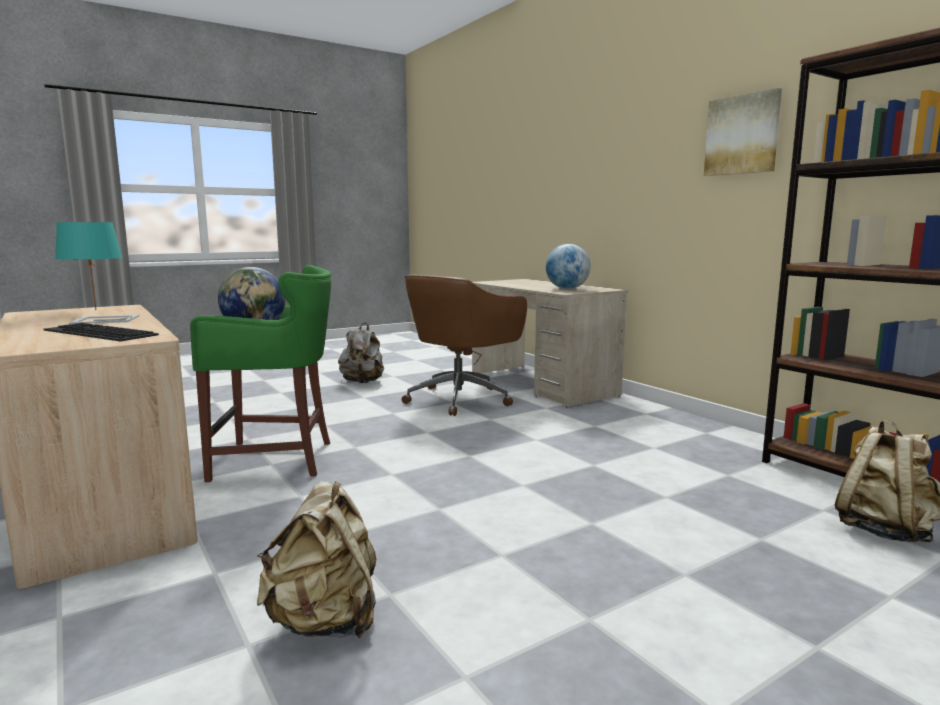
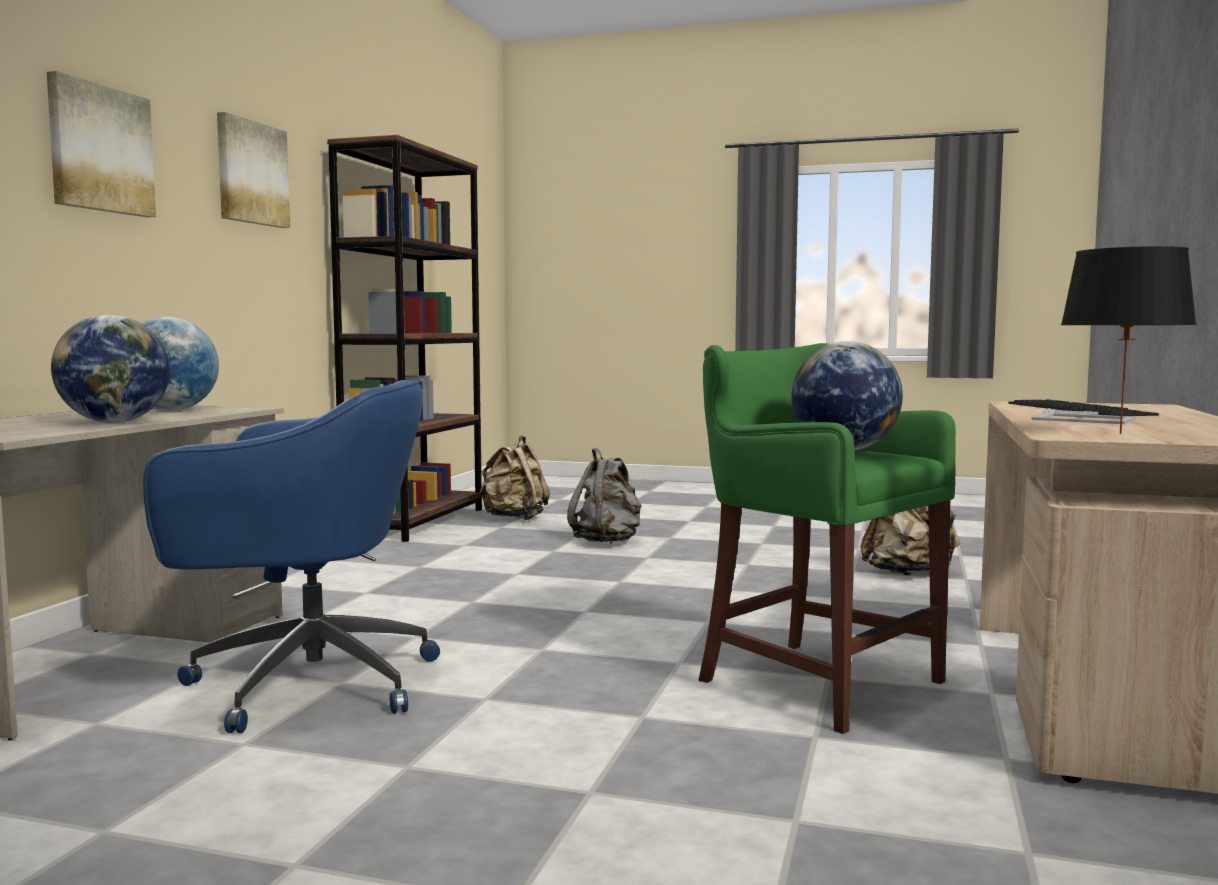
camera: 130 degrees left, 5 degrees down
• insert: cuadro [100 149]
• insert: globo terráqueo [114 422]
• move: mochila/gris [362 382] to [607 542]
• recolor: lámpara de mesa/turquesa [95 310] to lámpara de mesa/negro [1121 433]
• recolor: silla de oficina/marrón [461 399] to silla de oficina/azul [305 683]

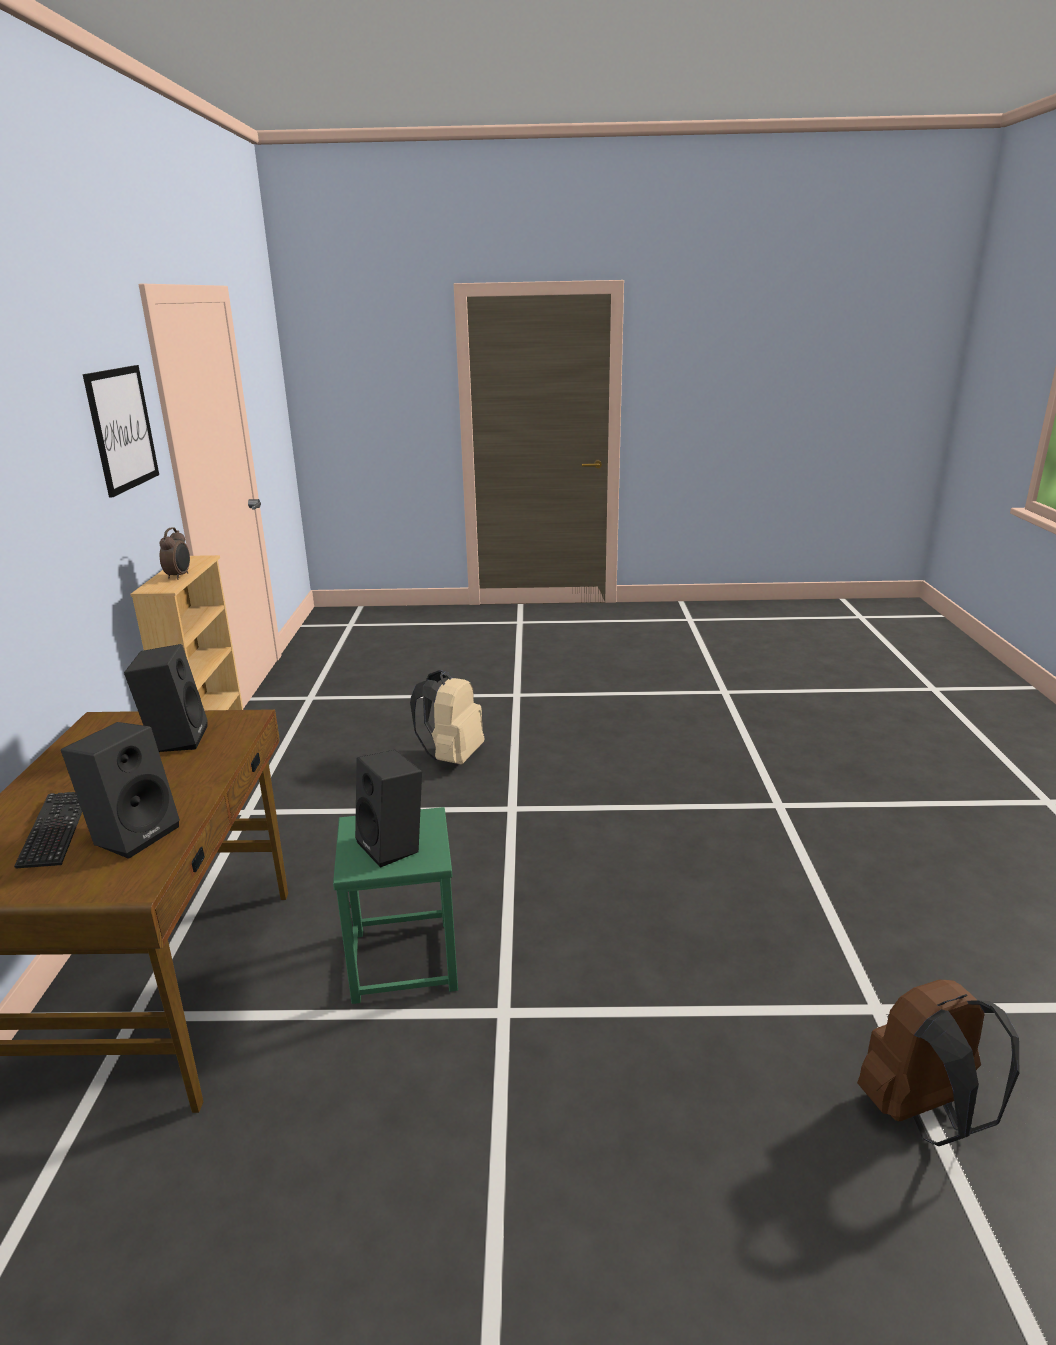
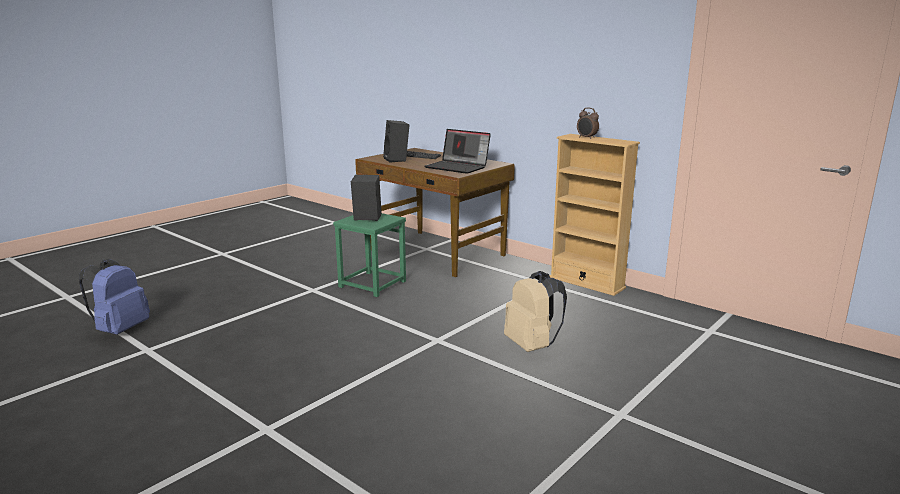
camera: 130 degrees right, 5 degrees down
• delete: cuadro [122 429]
• replace: altavoz/negro [175 739] to portátil [458 167]
• recolor: mochila/marrón [923 1114] to mochila/azul [120 330]

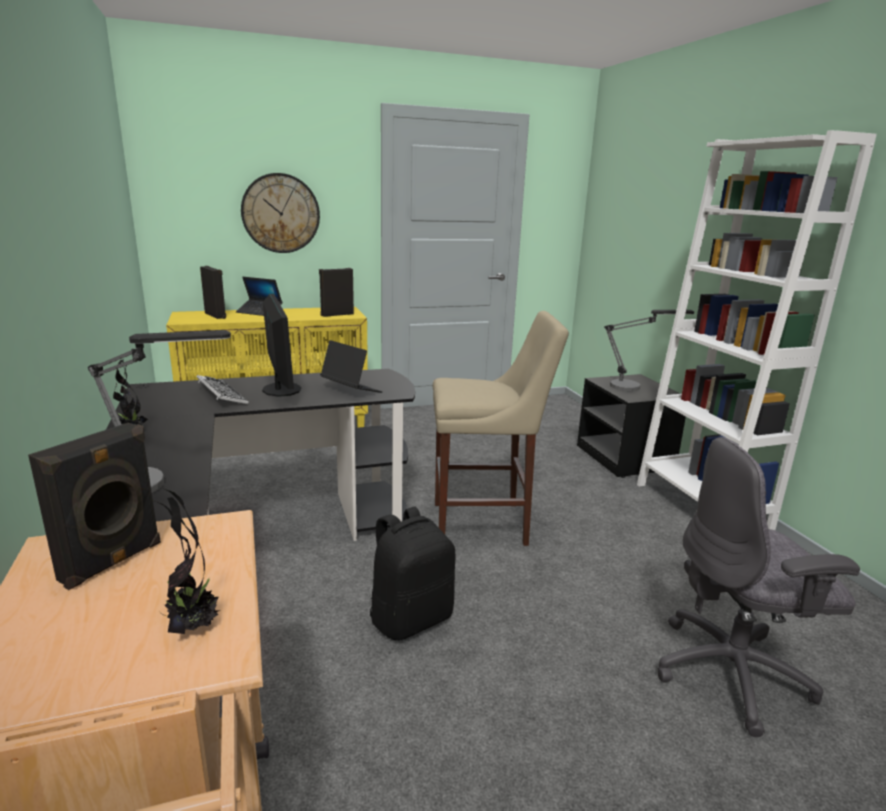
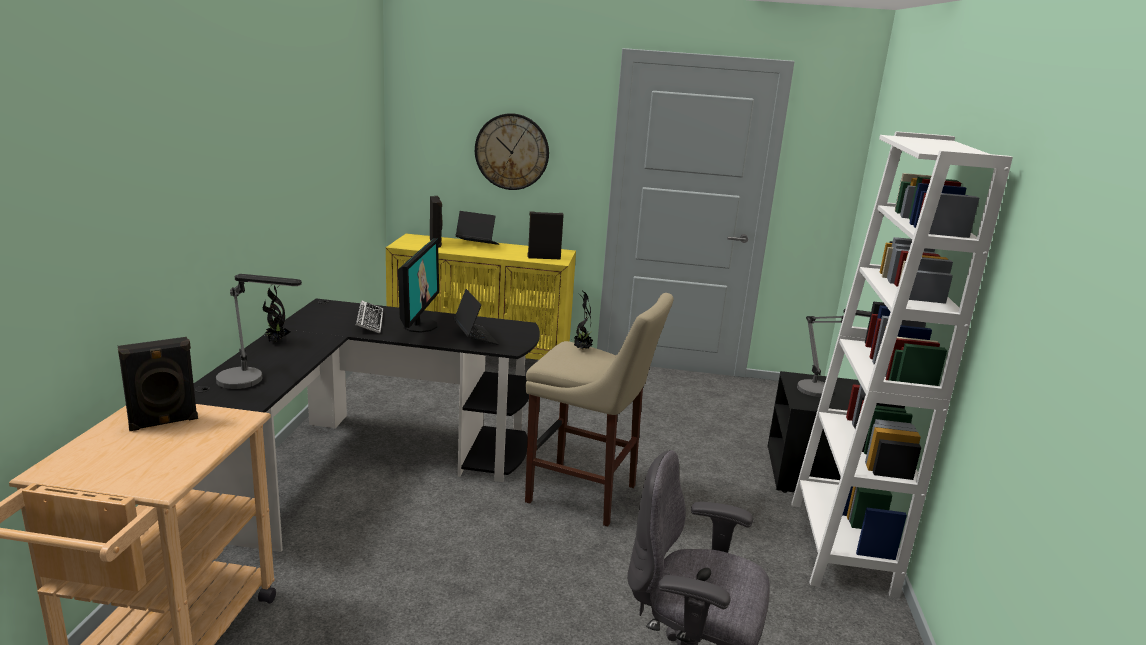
camera: 25 degrees right, 0 degrees up
• delete: mochila/negro [411 618]
• move: planta en maceta [192 626] to [581 349]
• rotate: portátil [259 312] = [477 244] 150 degrees clockwise

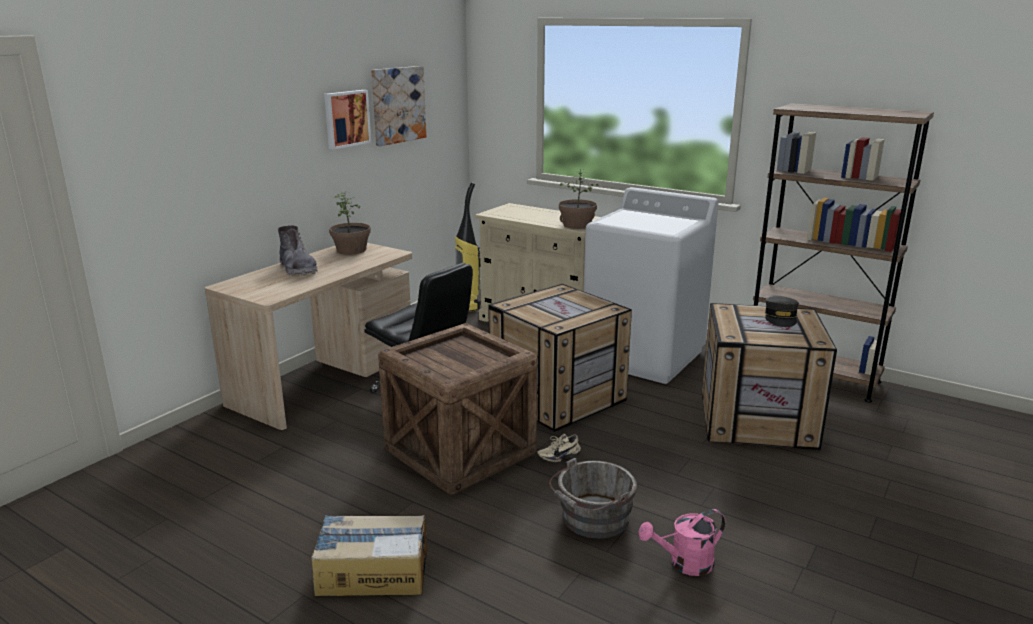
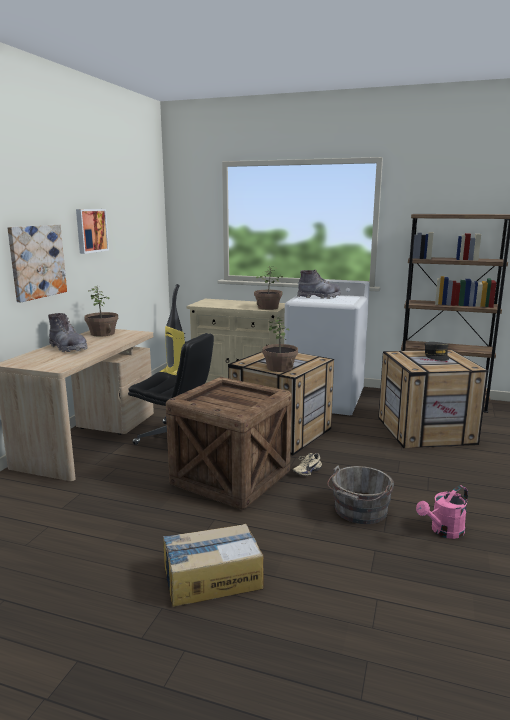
camera: 15 degrees left, 5 degrees down
• insert: planta en maceta [280 368]
• insert: bota/gris [319 297]
• move: cuadro [398 105] to [37 261]

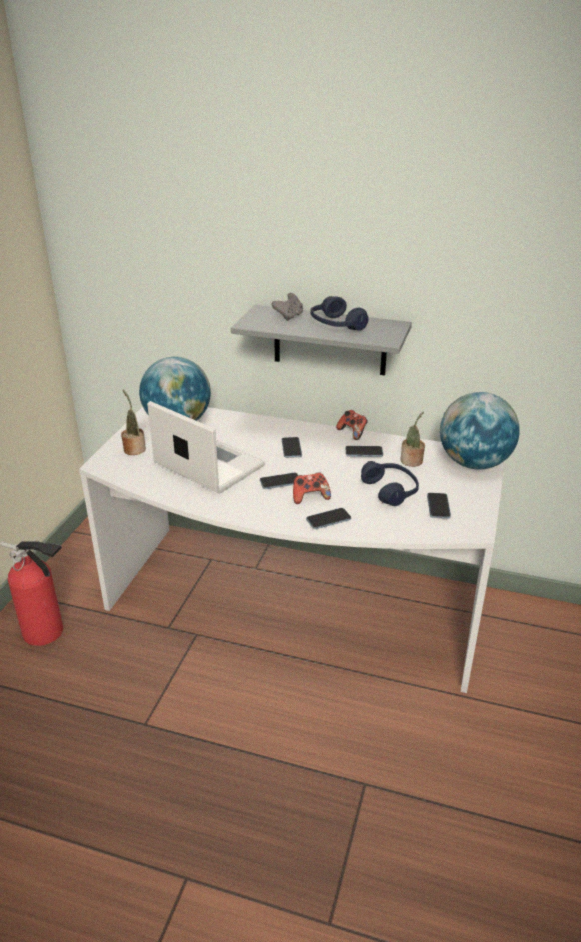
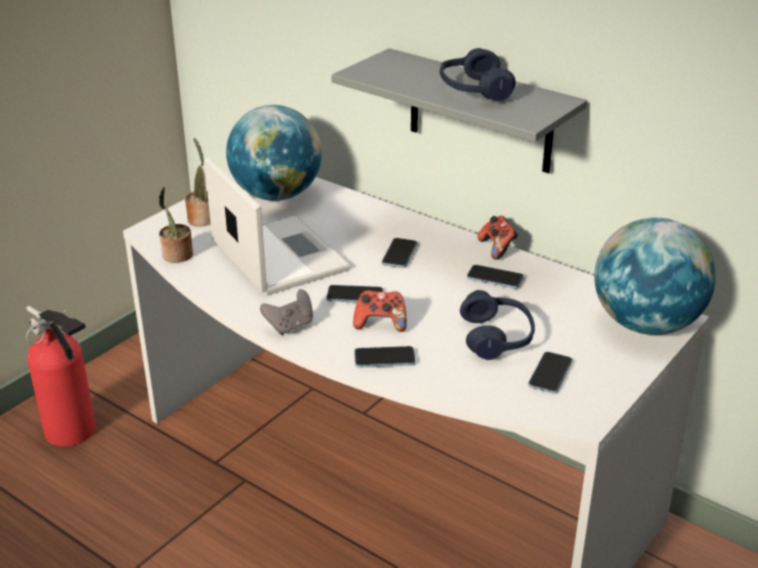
camera: 20 degrees right, 0 degrees up
• move: mando de consola/gris [289 317] to [290 326]
• move: planta en maceta [412 461] to [176 256]

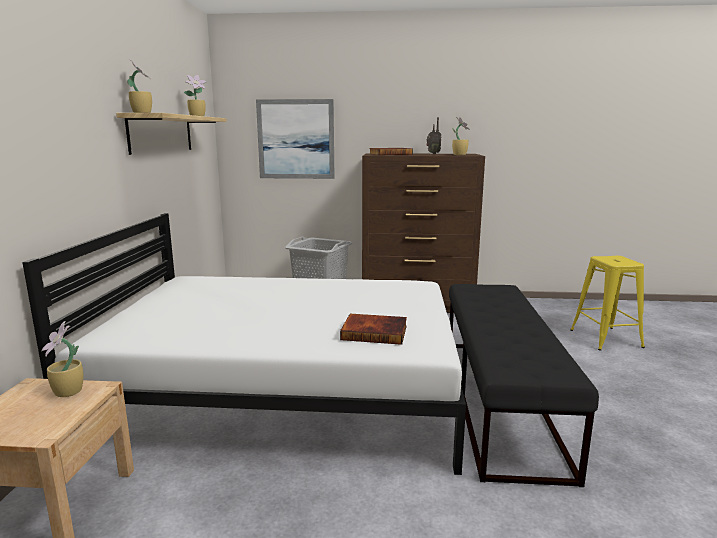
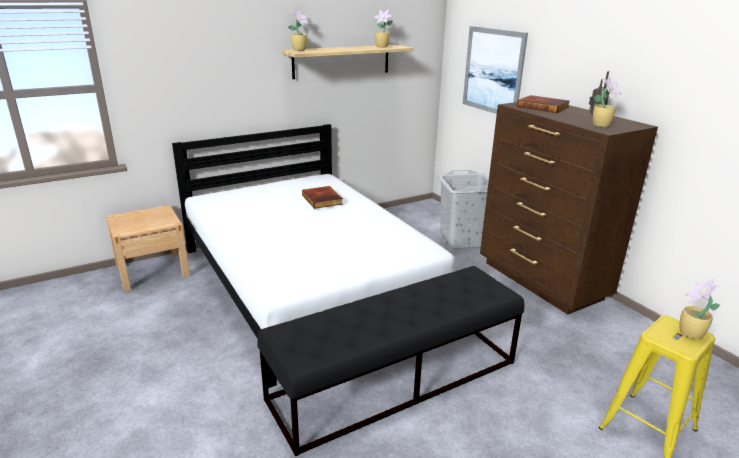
camera: 55 degrees right, 10 degrees up
• move: planta en maceta [68 392] to [690 334]
• move: libro [375 332] to [323 199]

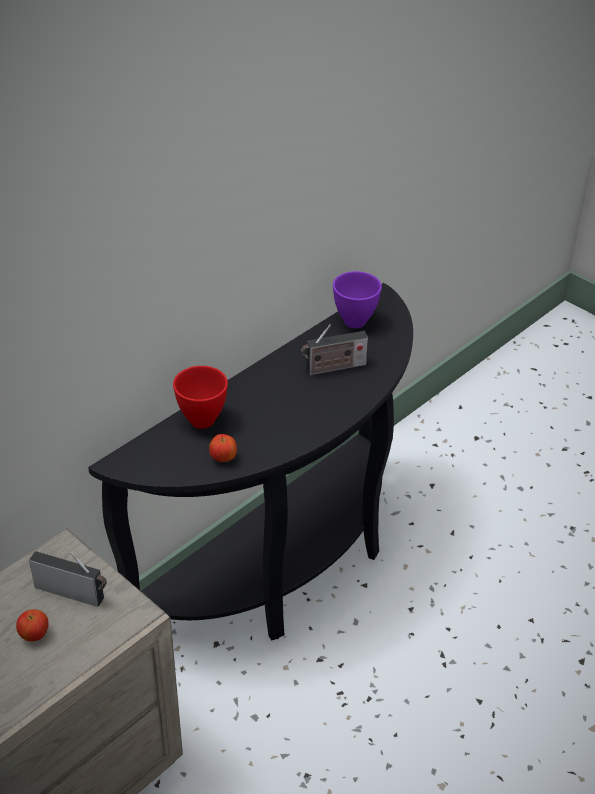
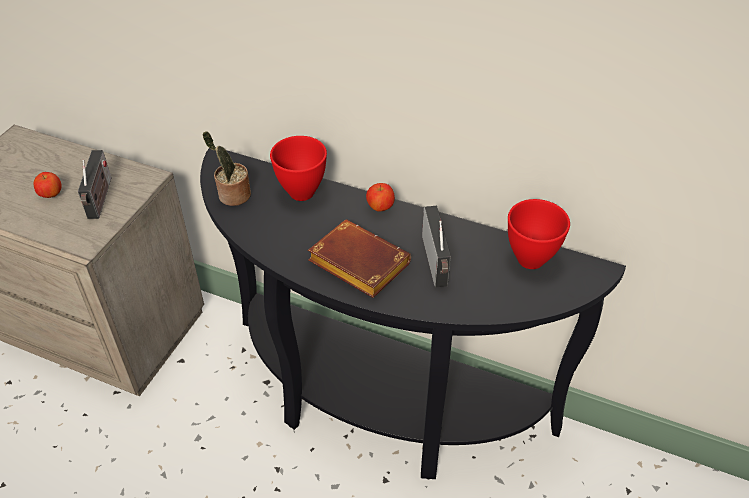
camera: 70 degrees right, 5 degrees up
• insert: planta en maceta [232 196]
• insert: libro/marrón [355 264]
• move: manzana [223 458] to [380 208]
• recolor: cuenco/morado [355 321] to cuenco/rojo [532 260]
• rotate: radio [333 368] = [436 263] 150 degrees counterclockwise

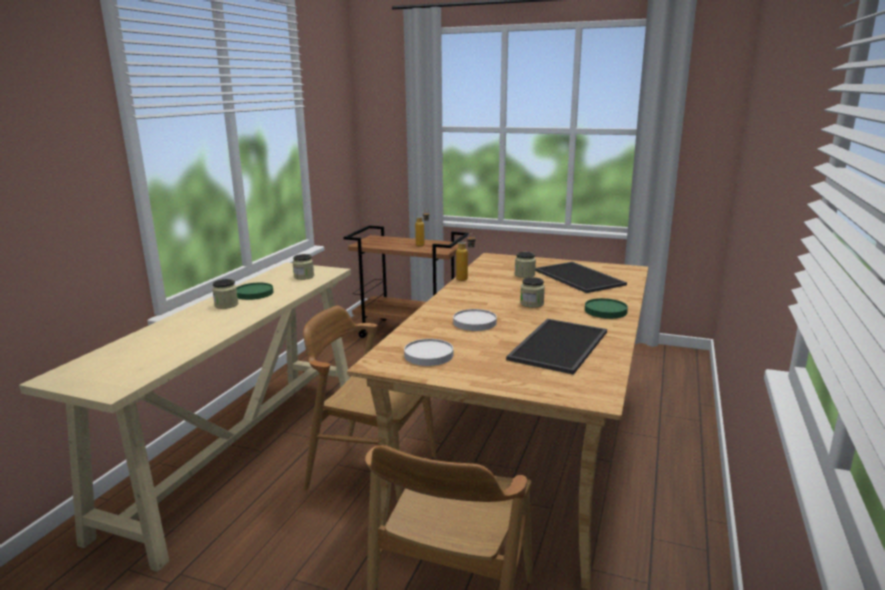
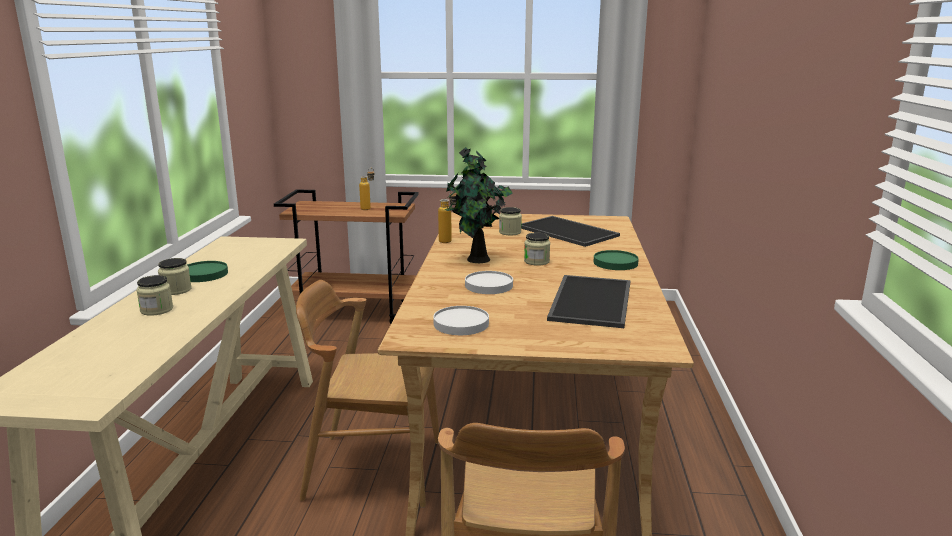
camera: 15 degrees left, 0 degrees up
• insert: planta en maceta [477 260]
• move: tarro [304 277] to [156 310]

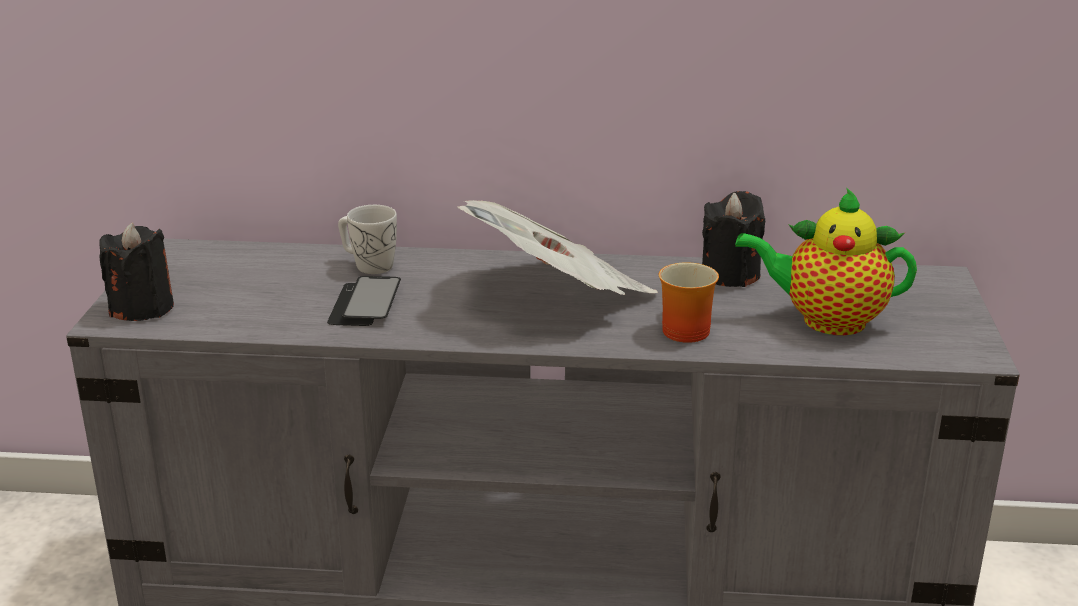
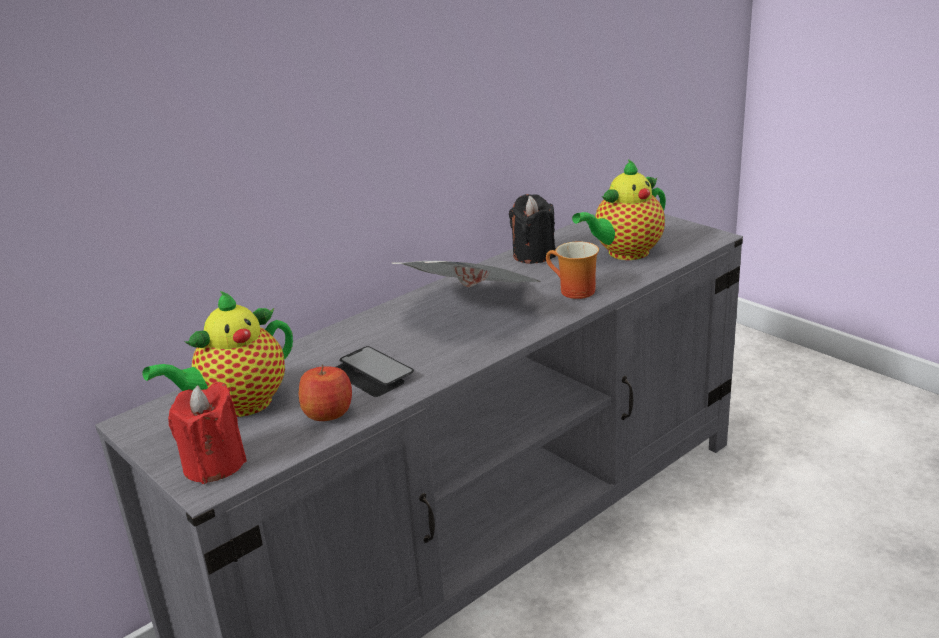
camera: 45 degrees left, 0 degrees up
• delete: taza grande/blanco [368 265]
• insert: tetera [239 405]
• insert: manzana [328 413]
• recolor: vela/negro [142 308] to vela/rojo [214 465]

